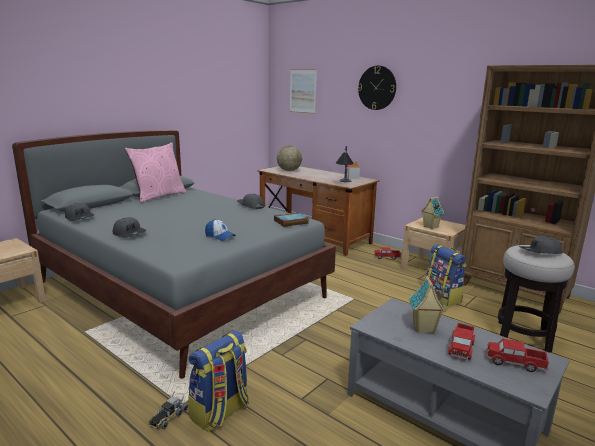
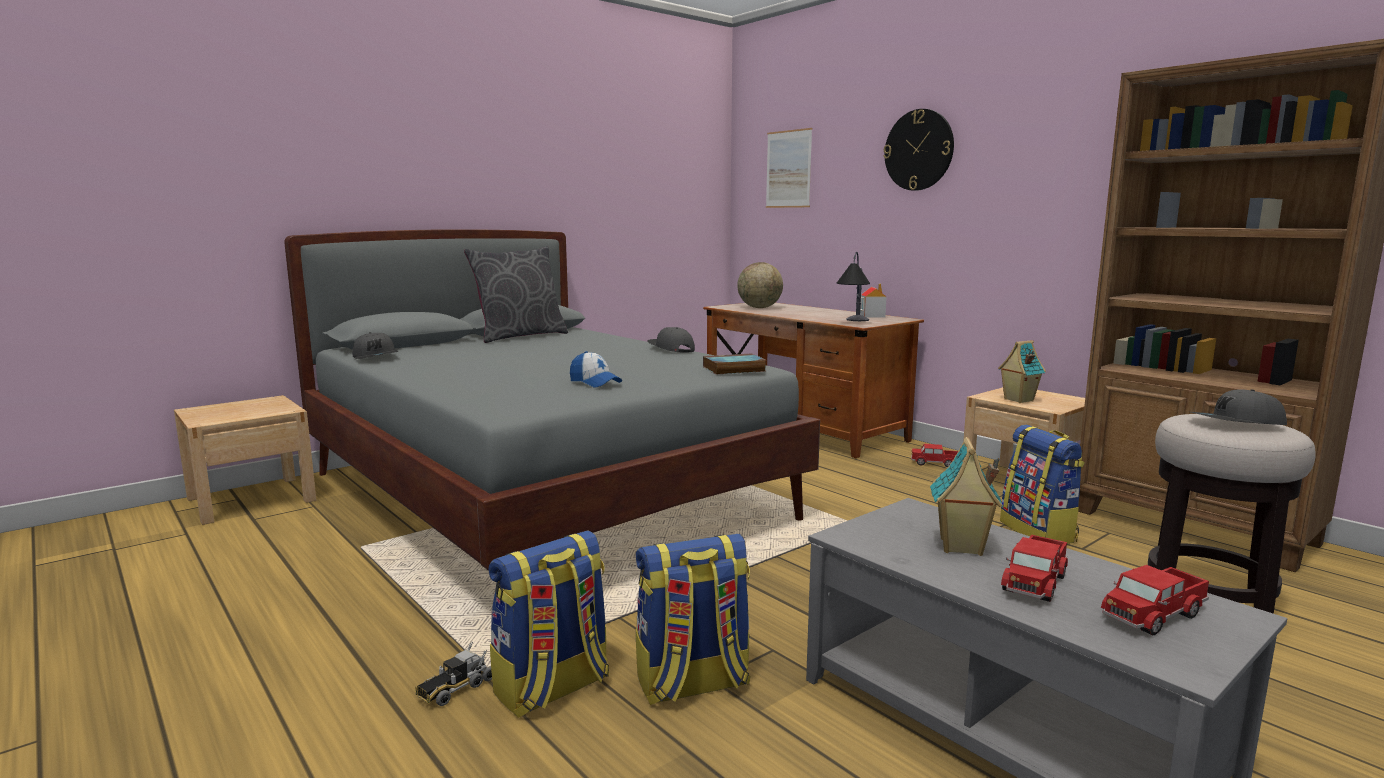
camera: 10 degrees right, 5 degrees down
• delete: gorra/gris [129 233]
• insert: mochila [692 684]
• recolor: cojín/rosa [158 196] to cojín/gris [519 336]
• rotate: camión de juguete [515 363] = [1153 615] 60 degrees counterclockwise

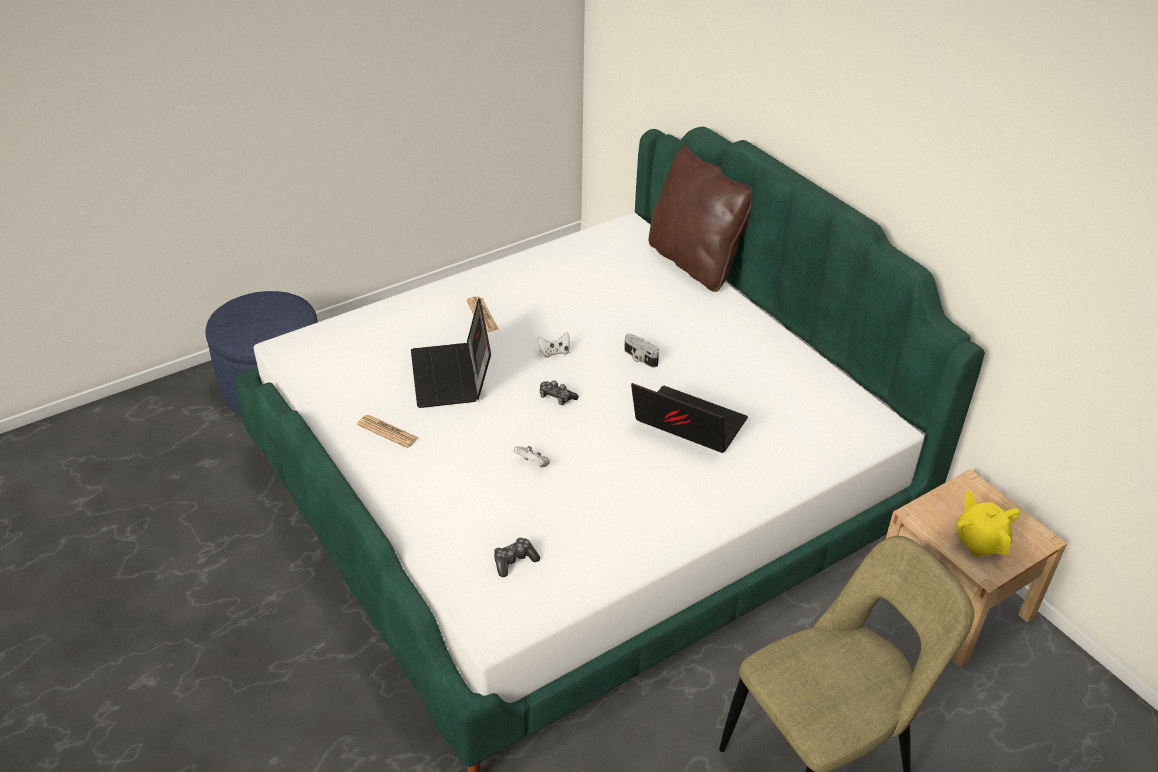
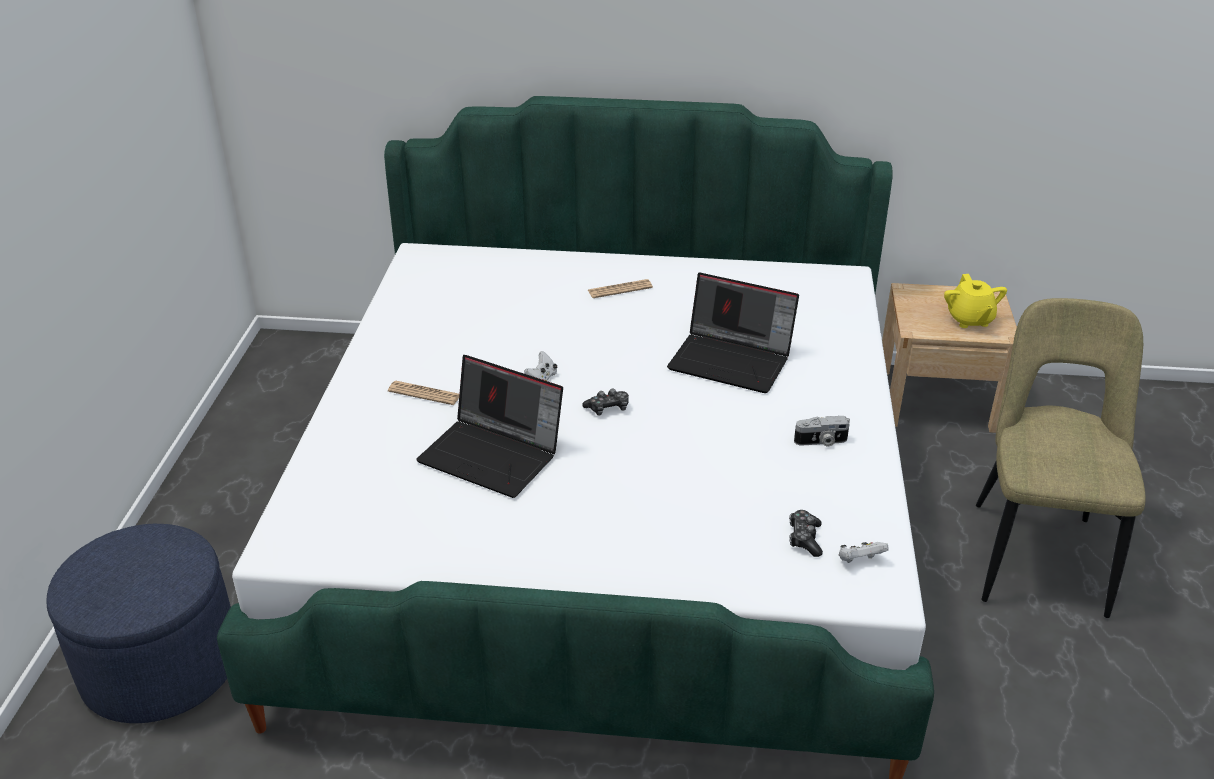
camera: 50 degrees left, 5 degrees down
• delete: cojín/marrón [695 263]
• move: periódico [387 431] to [620 289]
• move: mando de consola/blanco [533 464] to [859 561]
• move: cámara [639 358] to [821 442]
• rotate: portátil [686 425] = [732 360] 135 degrees counterclockwise
• rotate: tetera/amarillo [980 542] = [969 319] 120 degrees counterclockwise

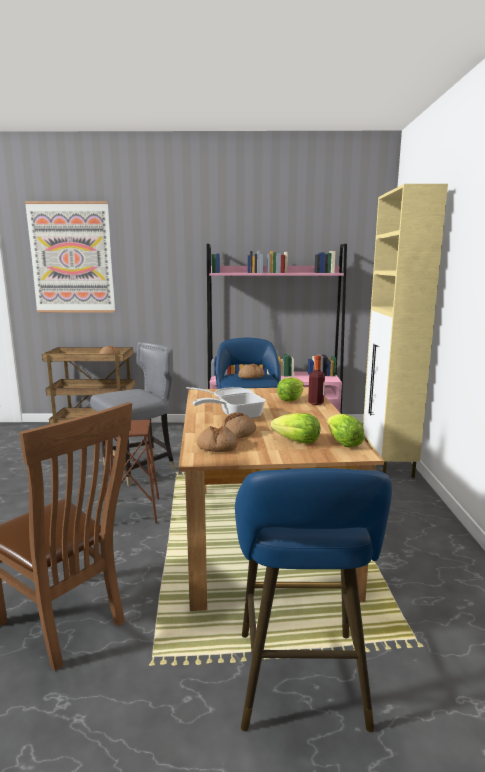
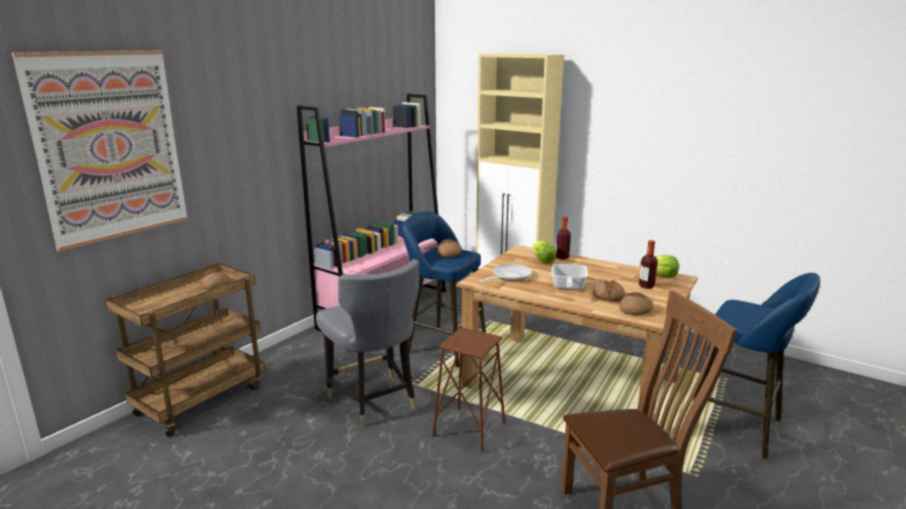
camera: 55 degrees left, 5 degrees up
• replace: lechuga [297 442] to botella [646 286]
• rotate: silla/gris [139 469] = [373 401] 150 degrees clockwise

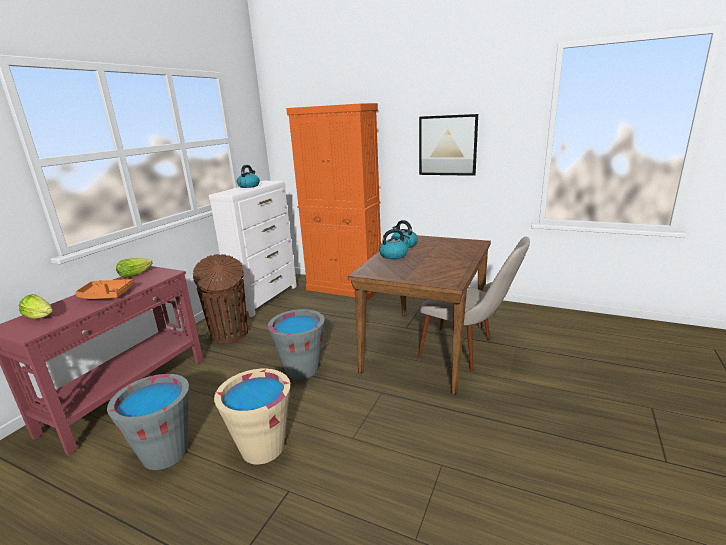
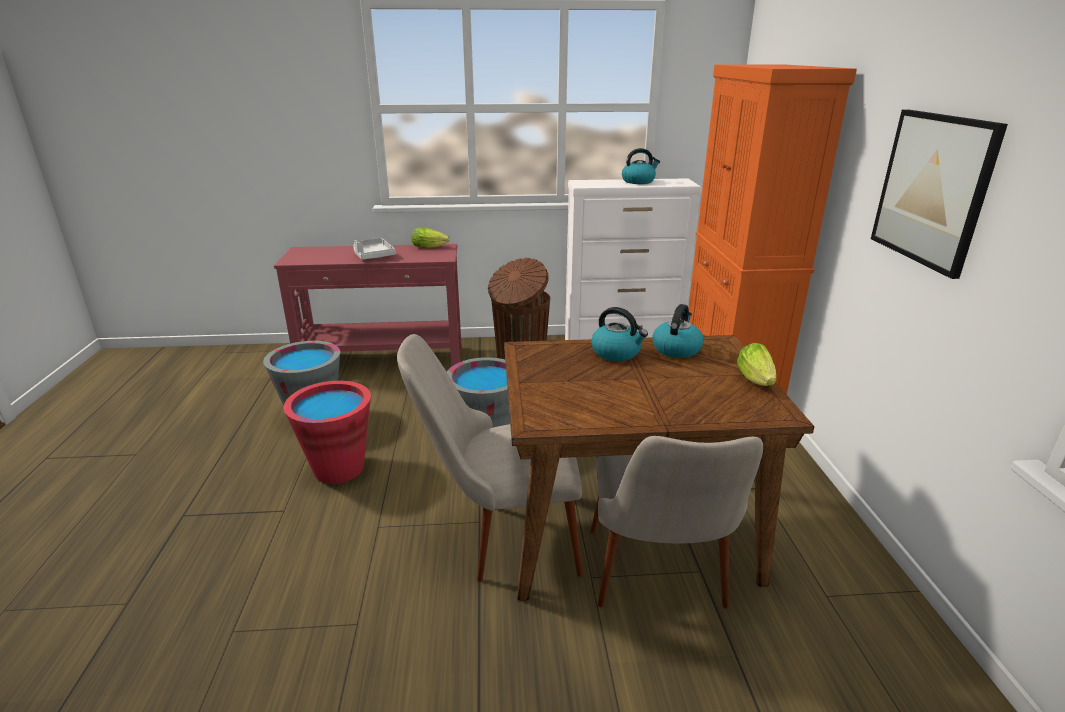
camera: 60 degrees right, 5 degrees up
• insert: silla/beis [501 537]
• move: lechuga [41 317] to [756 380]
• recolor: bandeja/naranja [106 295] to bandeja/gris [373 255]
• recolor: cubo/beis [263 447] to cubo/rojo [339 469]

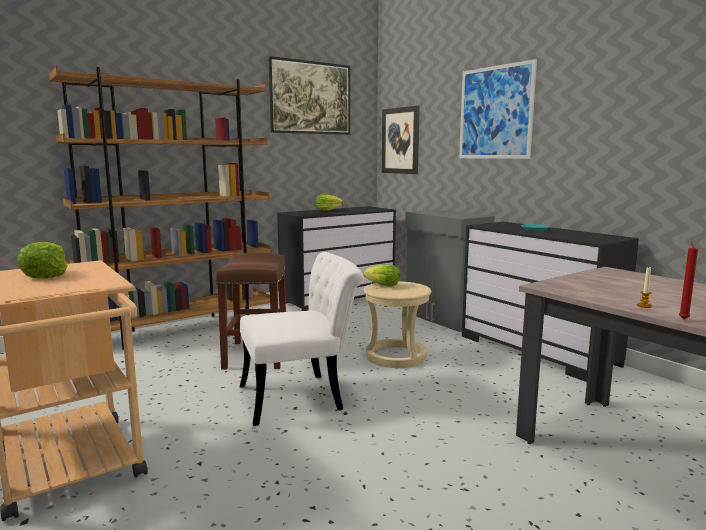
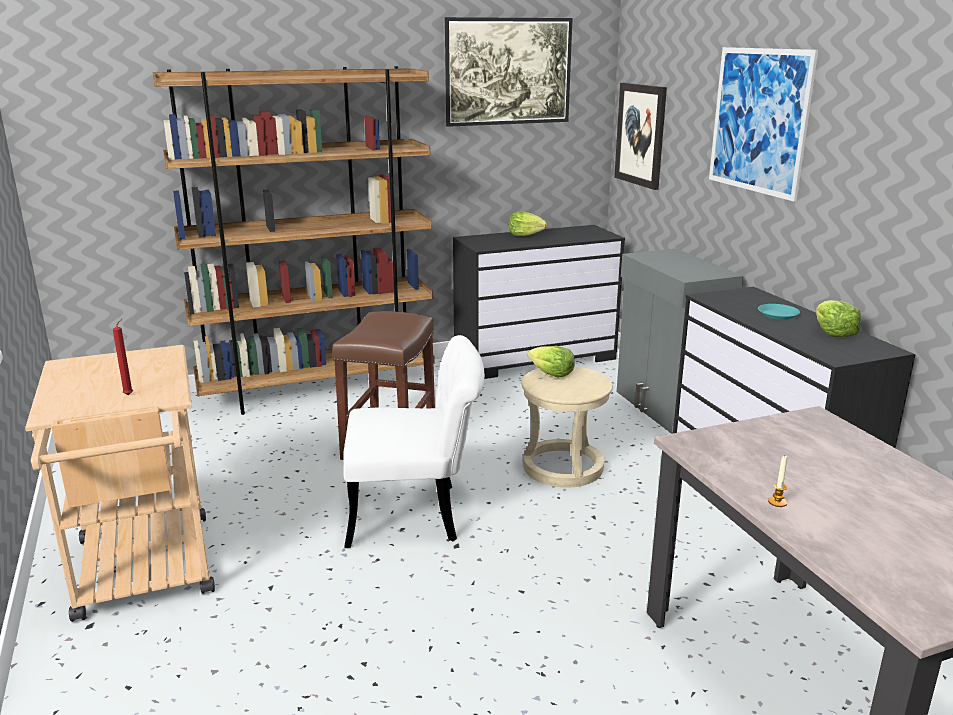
camera: 15 degrees right, 10 degrees up
• move: lechuga [45 275] to [833 333]
• move: vela/rojo [683 319] to [130 394]

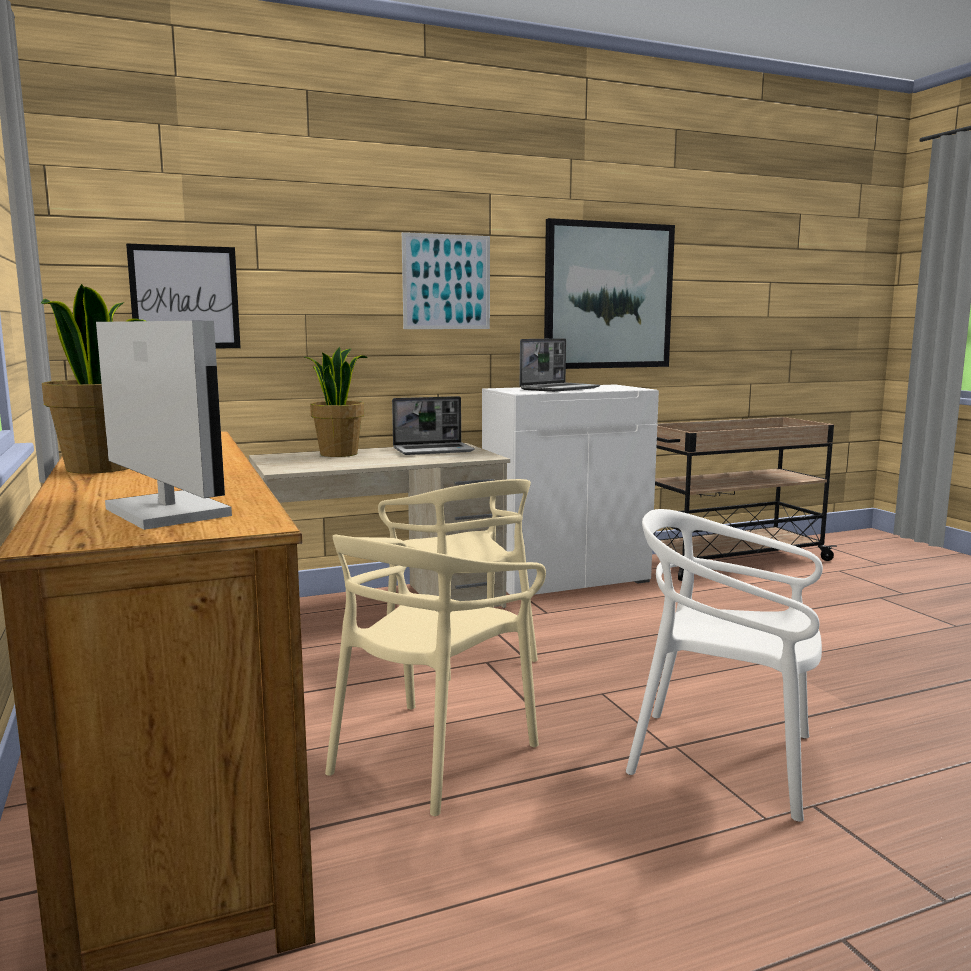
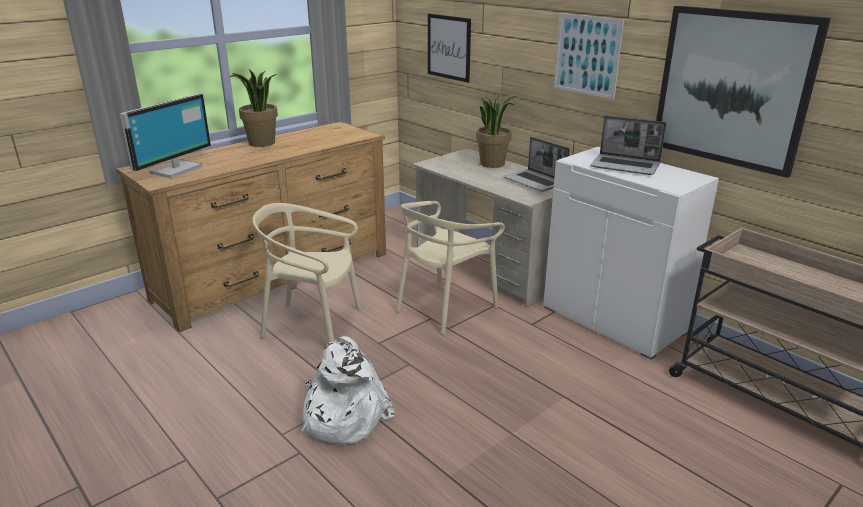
camera: 70 degrees right, 15 degrees up
• replace: silla/blanco [724 759] to mochila/blanco [342 417]

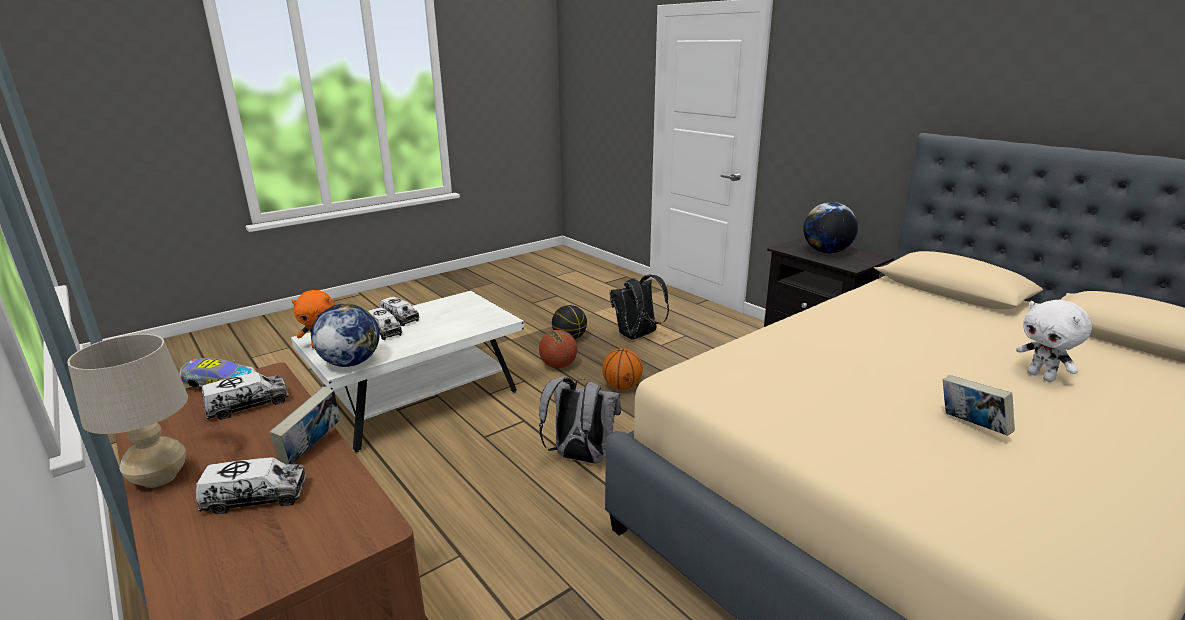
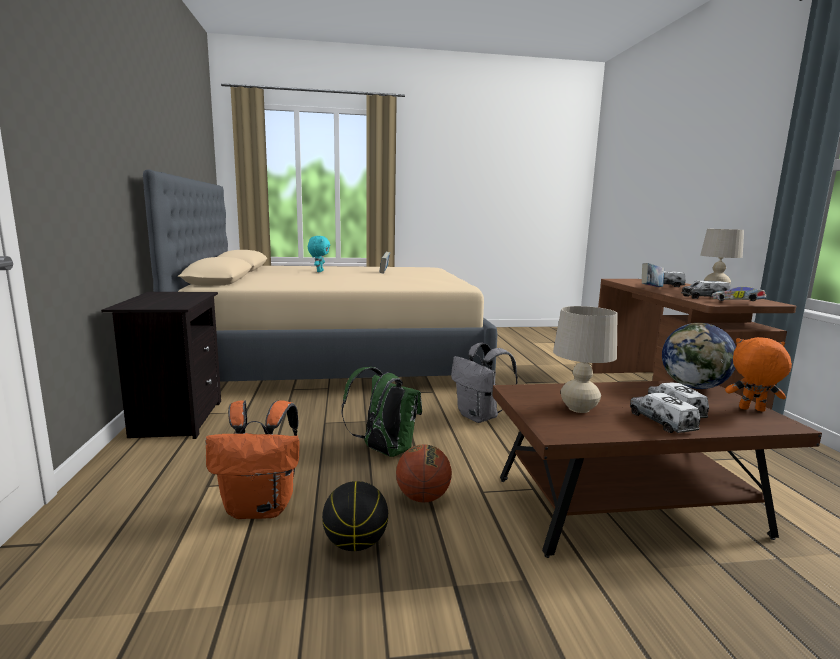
camera: 150 degrees left, 10 degrees down
• delete: globo terráqueo [826 252]
• insert: lámpara de mesa/beis [578 409]
• replace: balón de baloncesto [622 386] to mochila/verde [384 451]
• recolor: mesa de centro/blanco [420 400] to mesa de centro/marrón [626 507]
• recolor: mochila/negro [637 336] to mochila/naranja [261 508]
• recolor: peluche/blanco [1041 377] to peluche/turquesa [319 271]

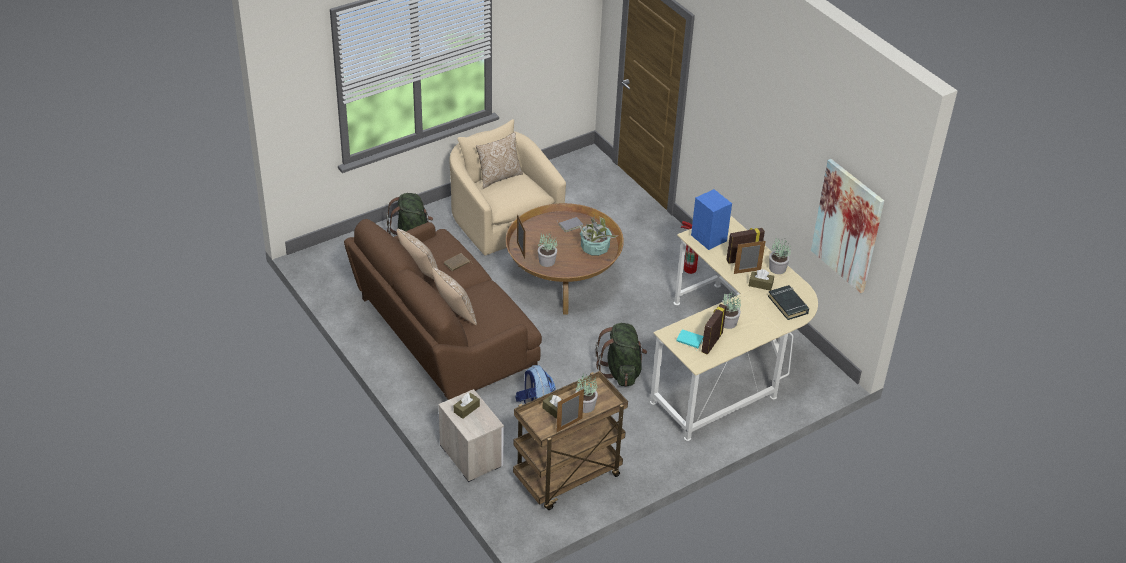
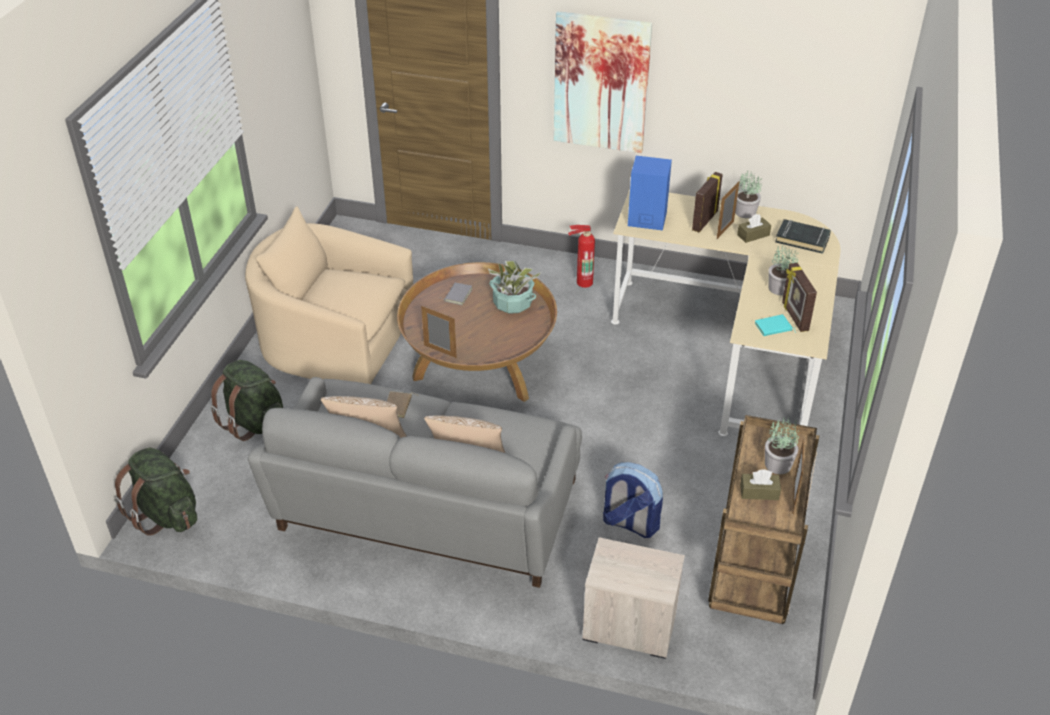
camera: 40 degrees left, 0 degrees up
• delete: caja de pañuelos/marrón [466 409]
• delete: cojín [499 177]
• delete: planta en maceta [546 261]
• move: mochila/verde [621 371] to [166 514]
• move: cuadro [847 225] to [601 83]
• recolor: sofá/marrón [443 335] to sofá/gris [426 508]

